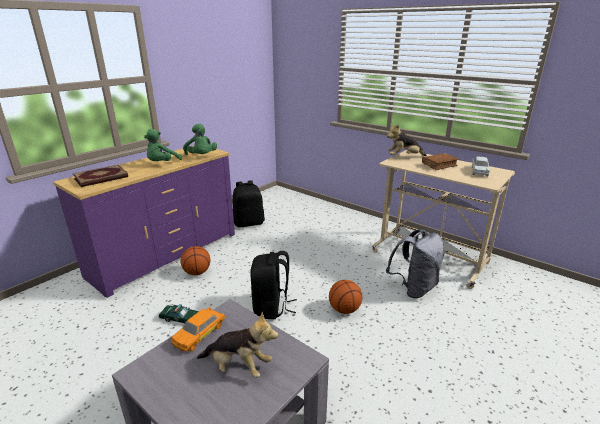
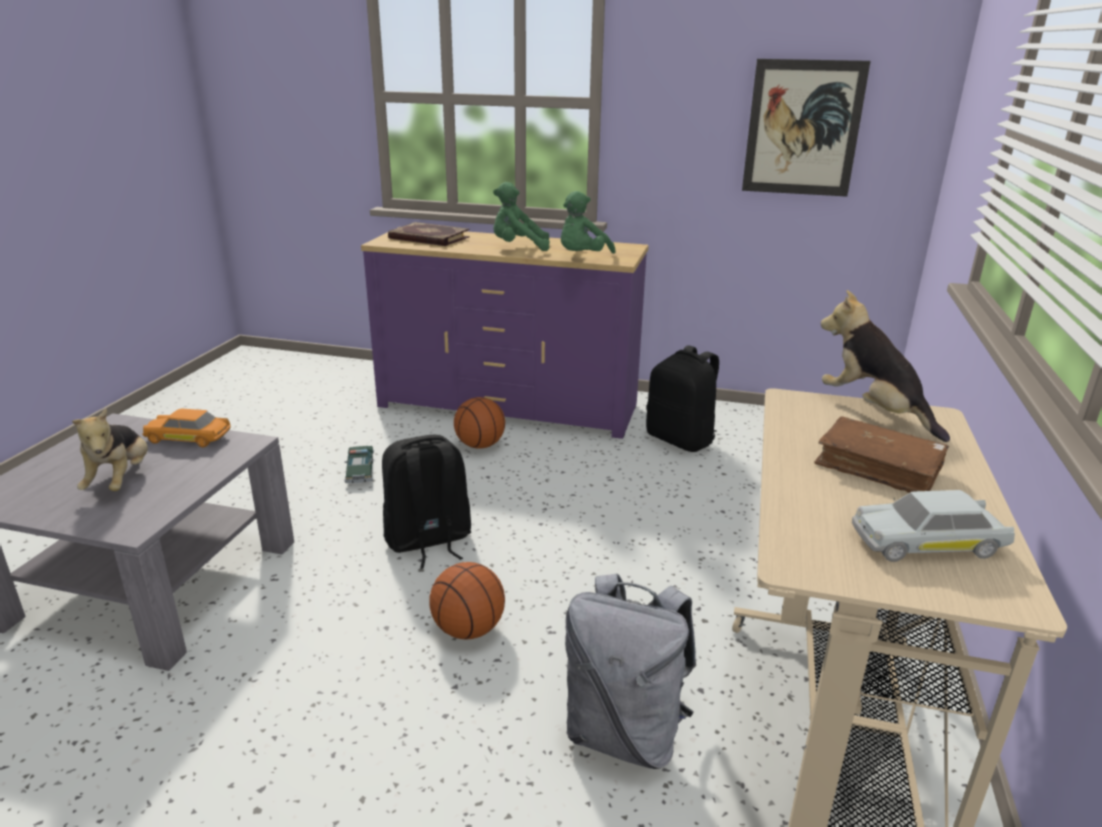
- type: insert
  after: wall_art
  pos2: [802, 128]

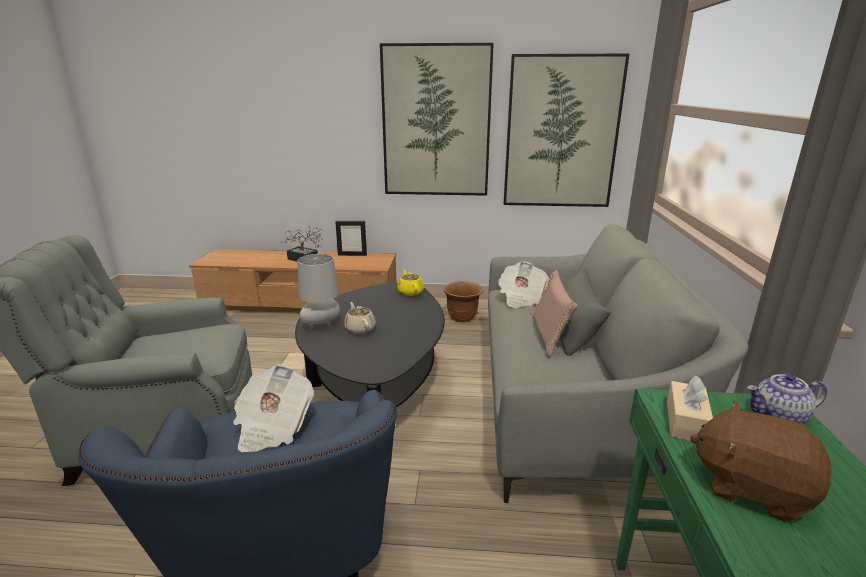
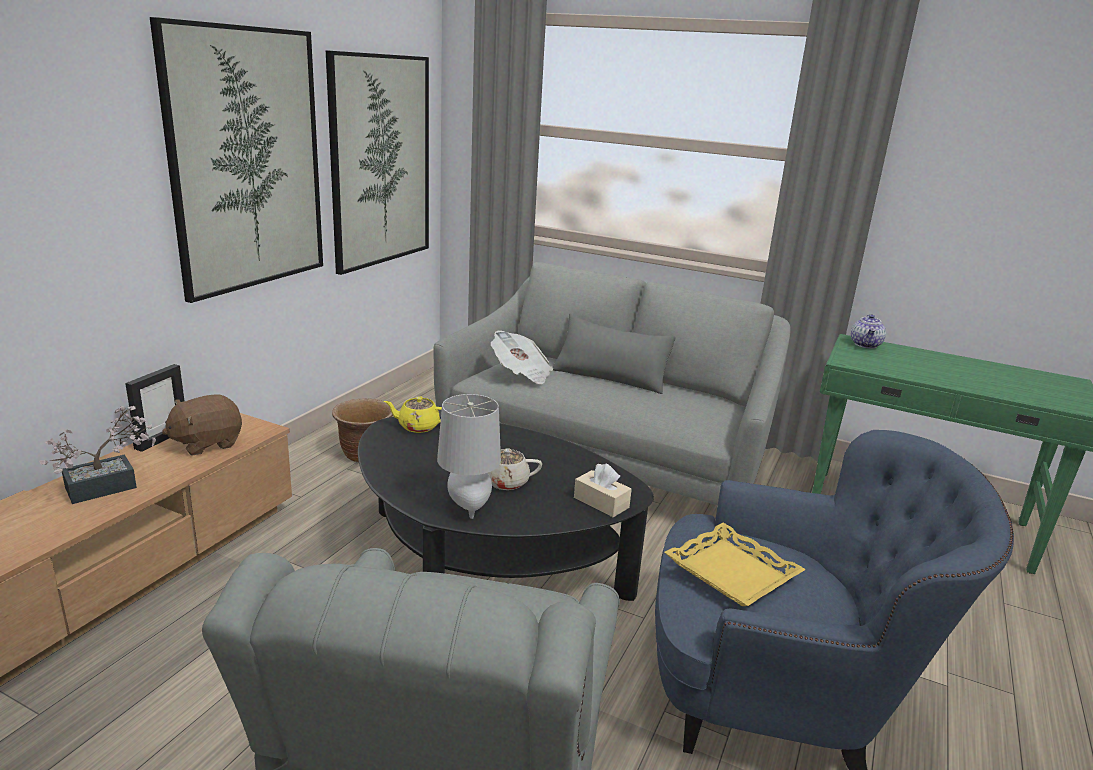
- type: delete
  before: beige-coloured_pillow
  pos1: [550, 336]
- type: move
  before: beige-coloured_tissue_holder
  pos1: [686, 422]
  pos2: [601, 502]
- type: move
  before: brown_plush_toy
  pos1: [751, 487]
  pos2: [207, 443]
- type: replace
  before: newspaper
  after: yellow-coloured_tray
  pos1: [273, 426]
  pos2: [733, 571]

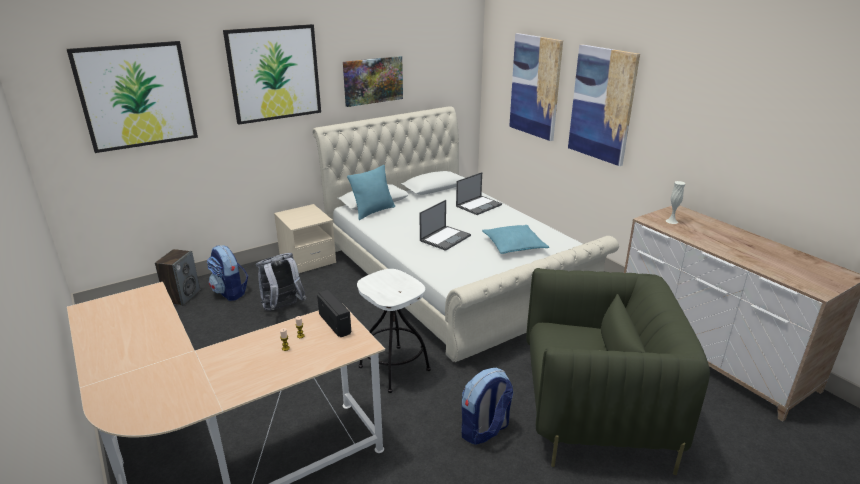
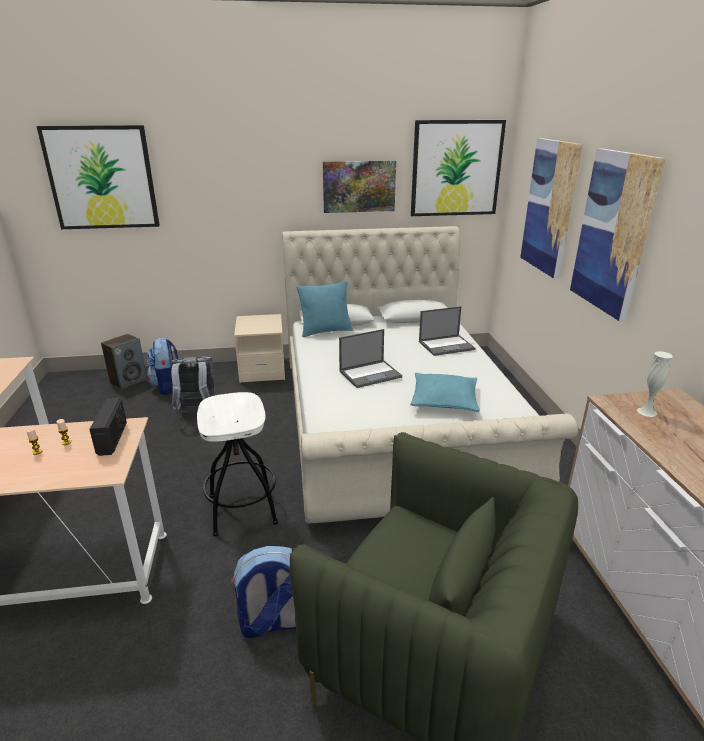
- type: move
  before: wall_art
  pos1: [274, 73]
  pos2: [456, 168]

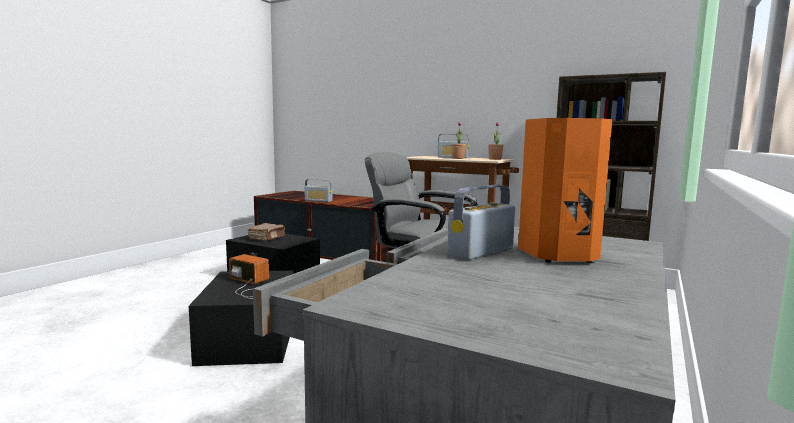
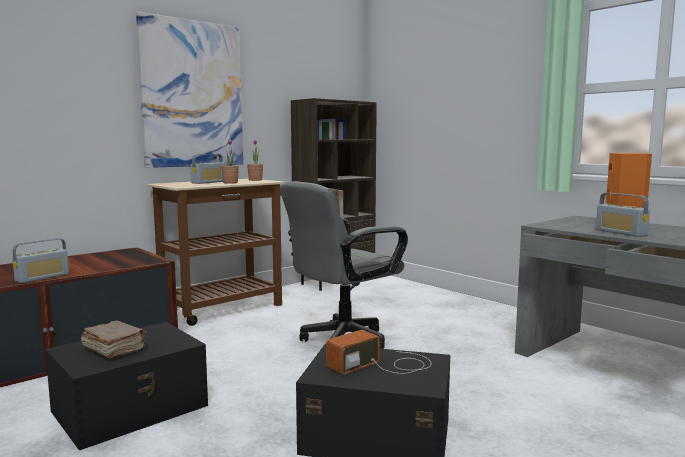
- type: insert
  after: wall_art
  pos2: [192, 94]

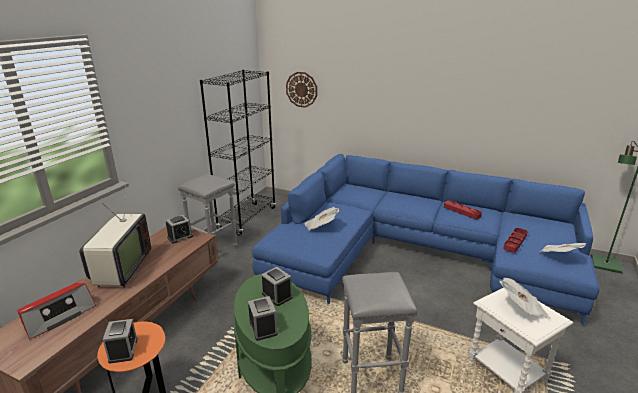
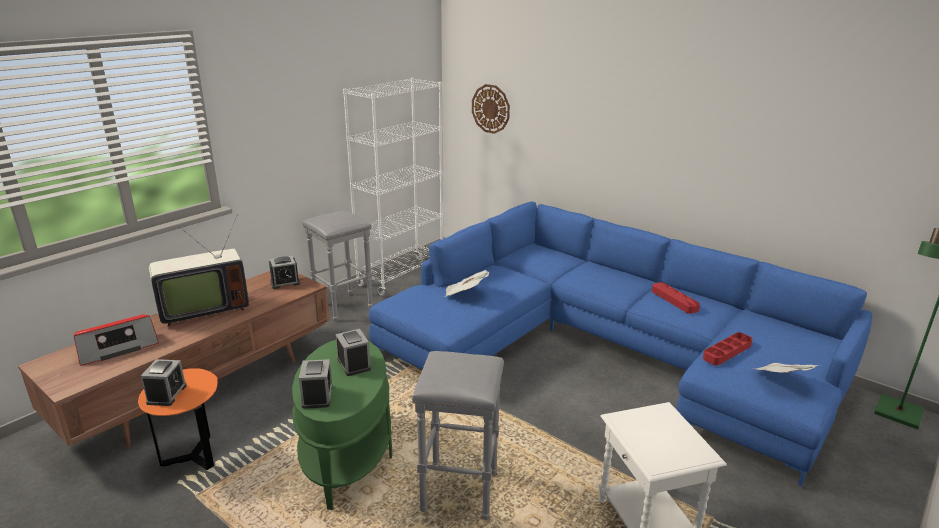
- type: delete
  before: newspaper
  pos1: [522, 309]
- type: recolor
  before: blackish_bookshelf
  after: whitish_bookshelf
  pos1: [247, 219]
  pos2: [401, 276]
- type: rotate
  before: TV
  pos1: [120, 270]
  pos2: [202, 309]
  turn: 45

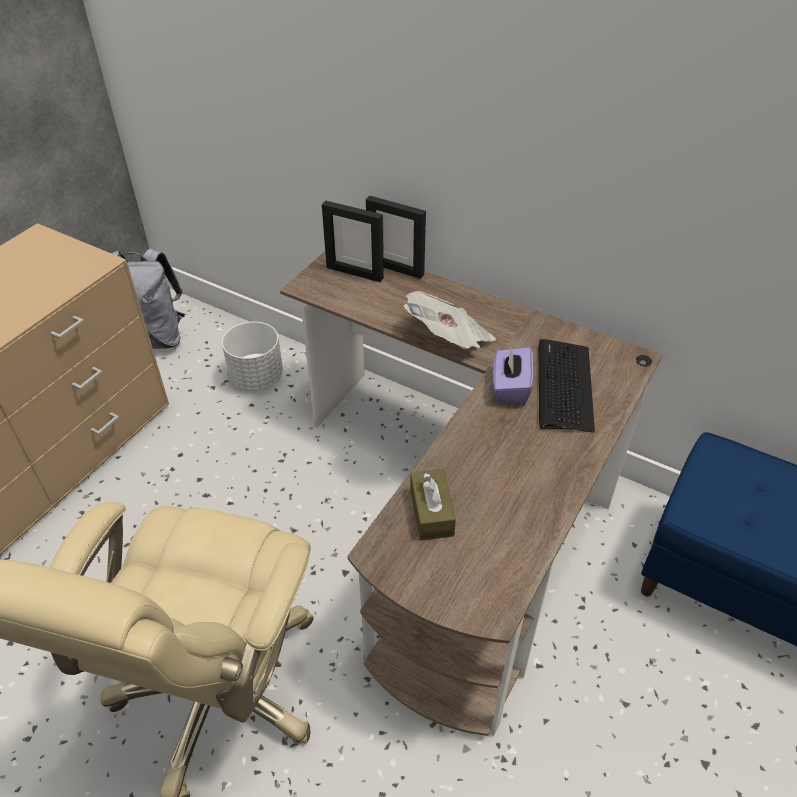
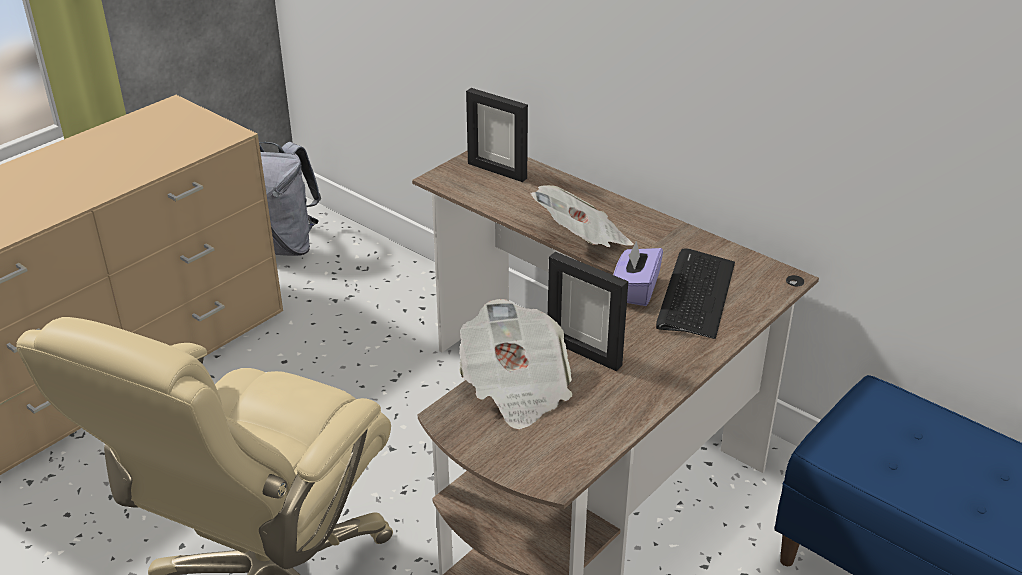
- type: delete
  before: whitish_flower_pot
  pos1: [257, 377]
- type: move
  before: picture_frame
  pos1: [396, 268]
  pos2: [585, 351]
- type: replace
  before: brown_tissue_holder
  after: newspaper
  pos1: [431, 512]
  pos2: [515, 388]

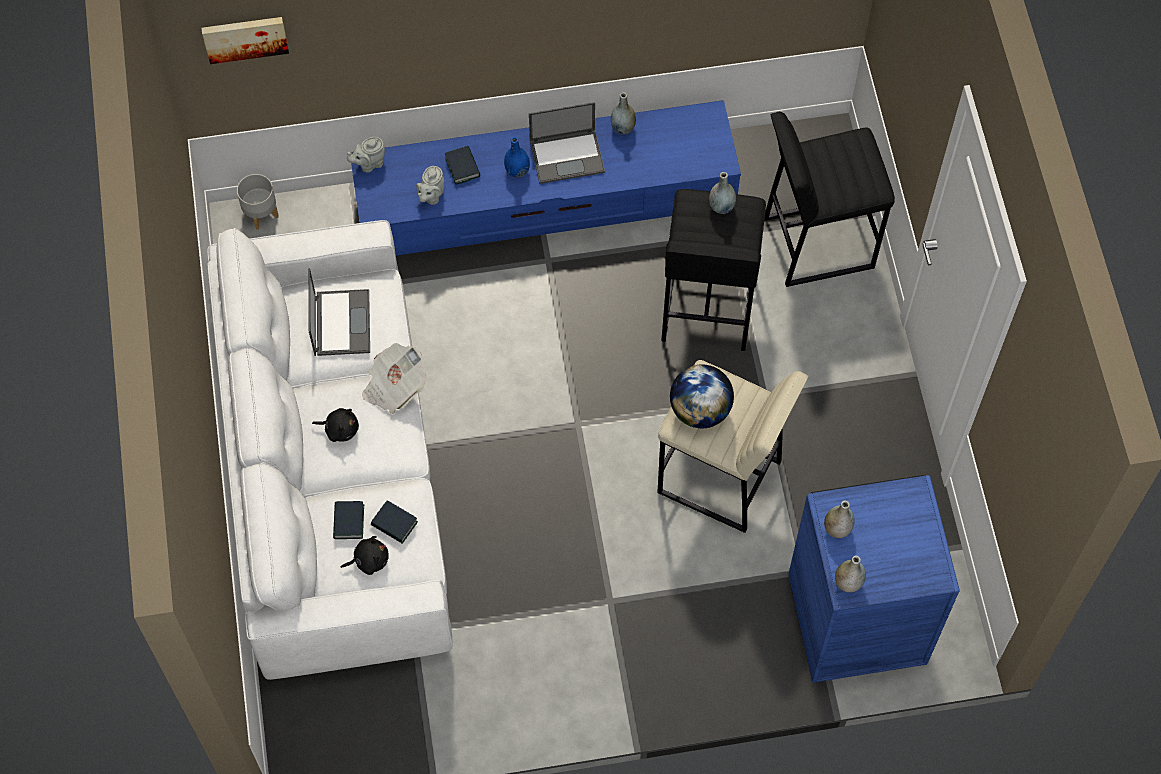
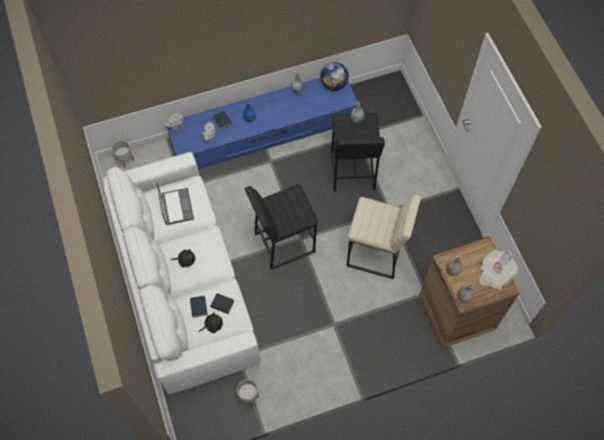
- type: delete
  before: wall_art
  pos1: [245, 37]
- type: delete
  before: notebook_computer
  pos1: [568, 155]
- type: insert
  after: gray_flower_pot
  pos2: [248, 396]
- type: move
  before: newspaper
  pos1: [394, 386]
  pos2: [494, 273]
- type: move
  before: world_globe
  pos1: [700, 410]
  pos2: [334, 84]
- type: move
  before: blackish_stool
  pos1: [815, 243]
  pos2: [283, 243]
- type: recolor
  before: blue_storage_cabinet
  after: brown_storage_cabinet
  pos1: [856, 618]
  pos2: [456, 312]

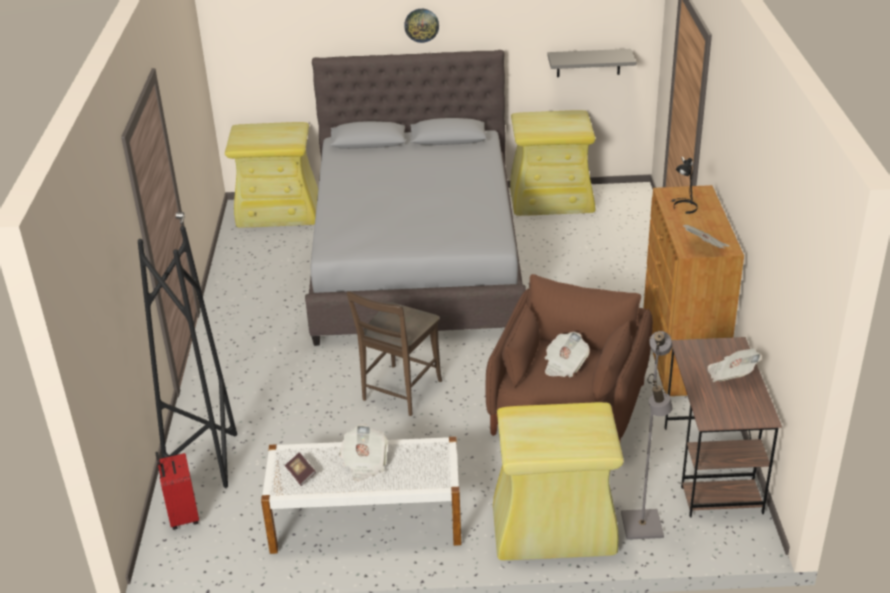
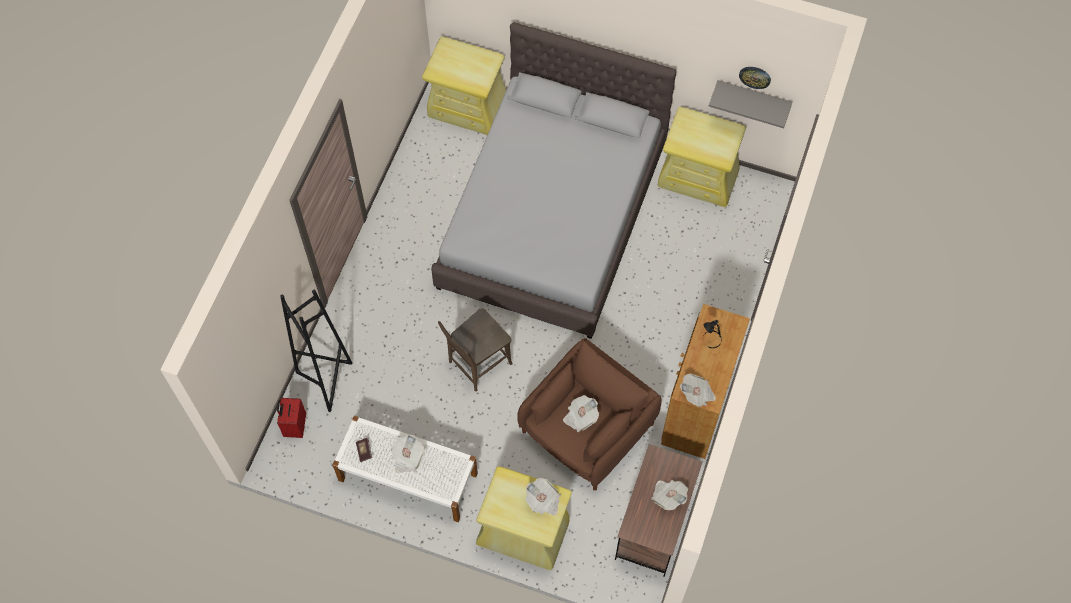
- type: delete
  before: gray_floor_lamp
  pos1: [641, 525]
- type: insert
  after: newspaper
  pos2: [543, 501]
- type: move
  before: hanging_clock
  pos1: [421, 25]
  pos2: [755, 76]

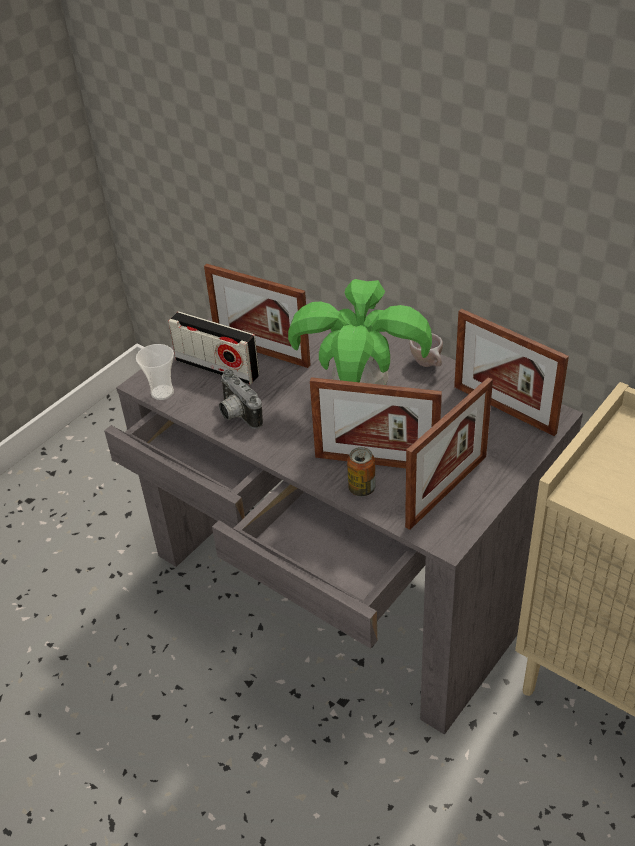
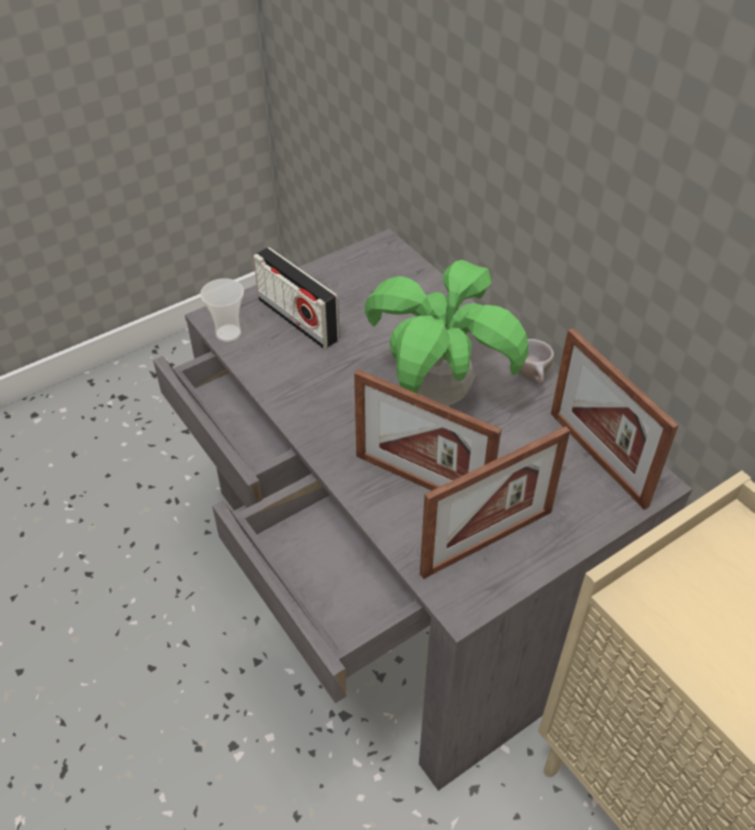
- type: delete
  before: picture_frame
  pos1: [261, 352]
- type: delete
  before: still_camera
  pos1: [236, 415]
- type: delete
  before: metal_can
  pos1: [362, 488]

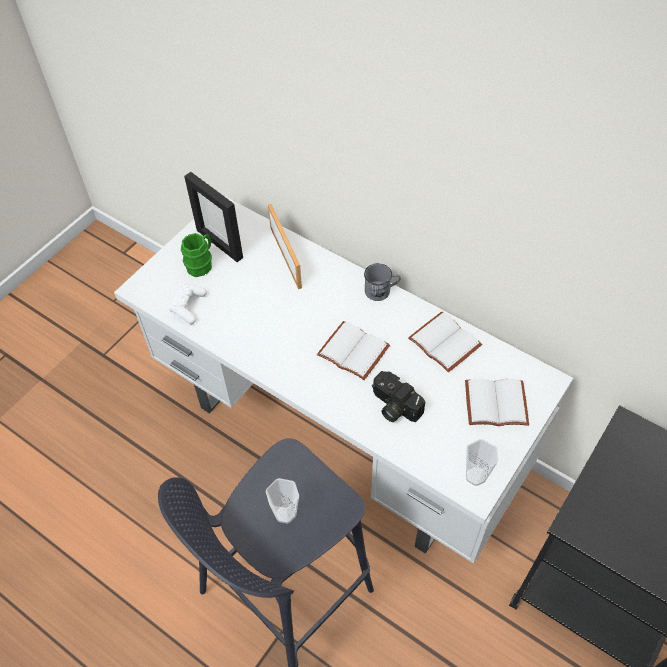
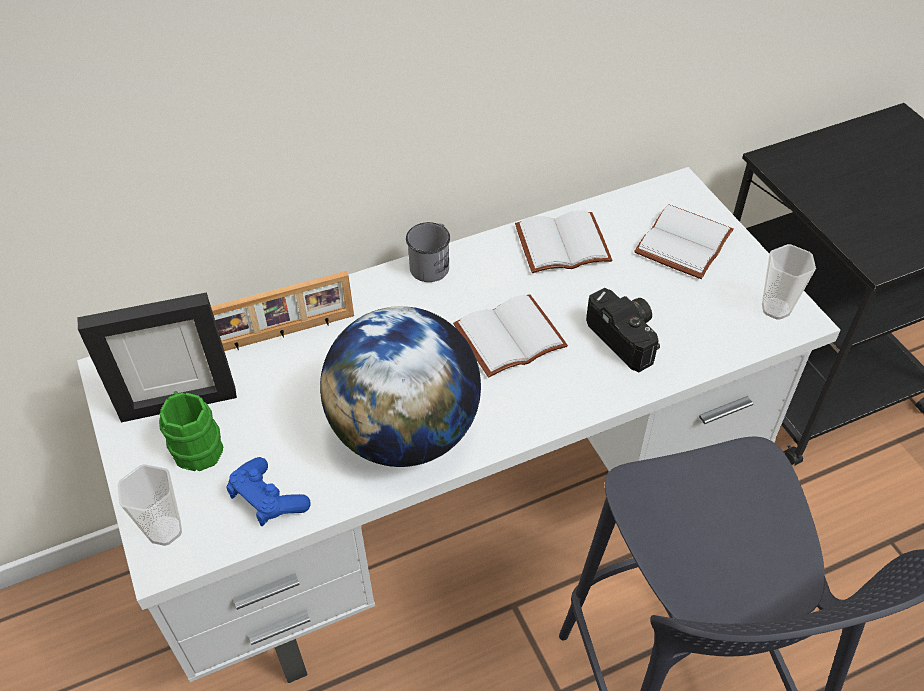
- type: insert
  after: world_globe
  pos2: [405, 432]
- type: move
  before: small_cup
  pos1: [285, 513]
  pos2: [165, 530]
- type: recolor
  before: whitish_gamepad
  after: blue_gamepad
  pos1: [188, 307]
  pos2: [267, 500]
- type: rotate
  before: picture_frame
  pos1: [287, 257]
  pos2: [282, 334]
  turn: 150
- type: rotate
  before: still_camera
  pos1: [393, 406]
  pos2: [627, 337]
  turn: -105

